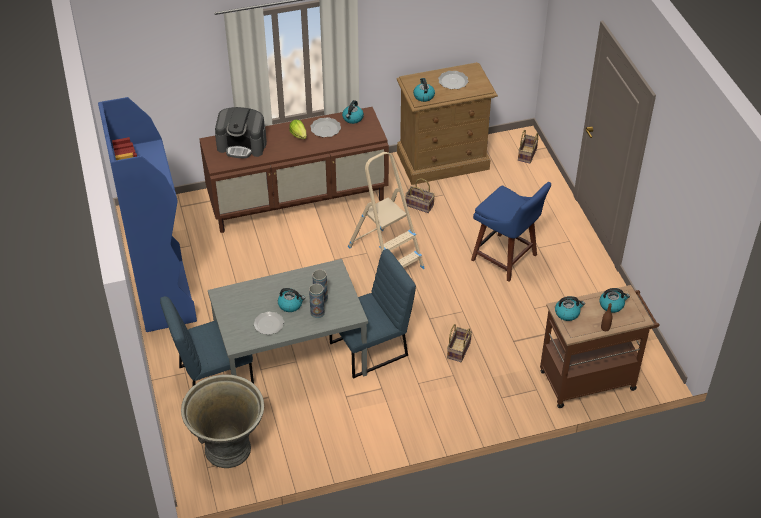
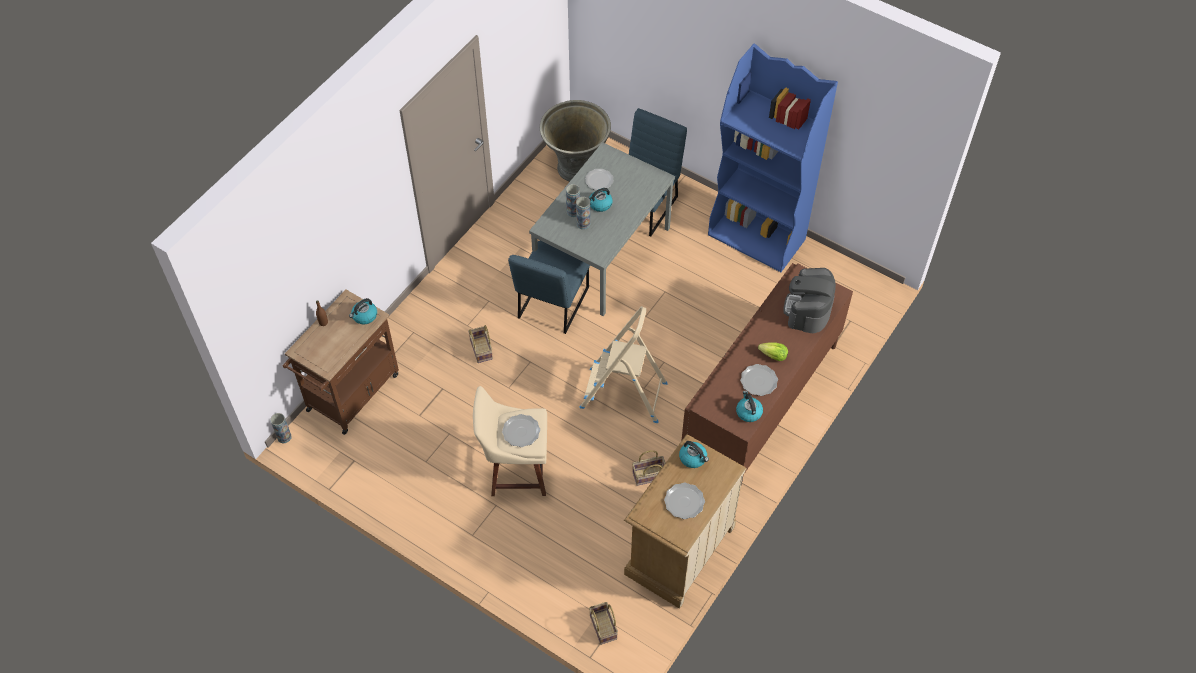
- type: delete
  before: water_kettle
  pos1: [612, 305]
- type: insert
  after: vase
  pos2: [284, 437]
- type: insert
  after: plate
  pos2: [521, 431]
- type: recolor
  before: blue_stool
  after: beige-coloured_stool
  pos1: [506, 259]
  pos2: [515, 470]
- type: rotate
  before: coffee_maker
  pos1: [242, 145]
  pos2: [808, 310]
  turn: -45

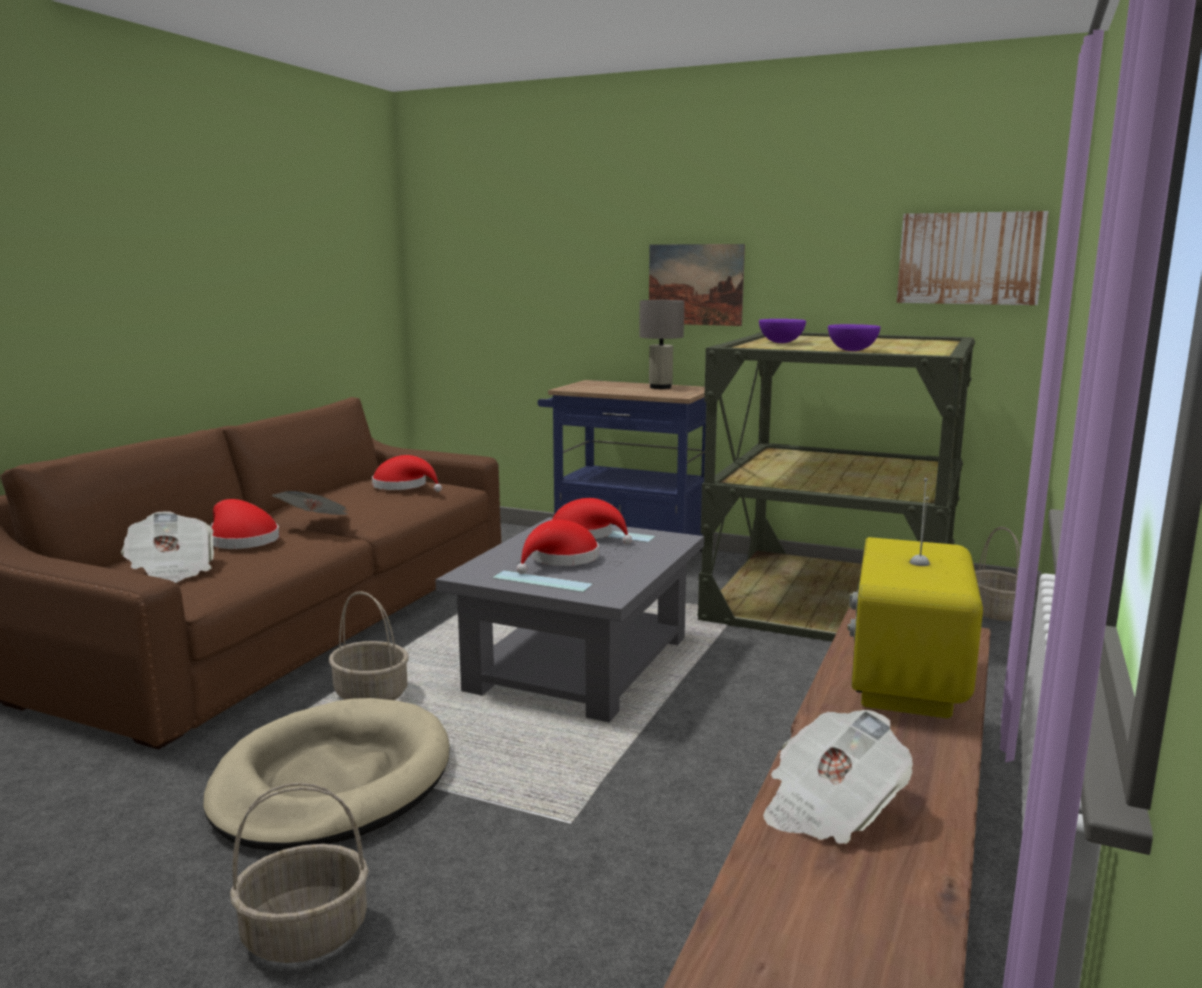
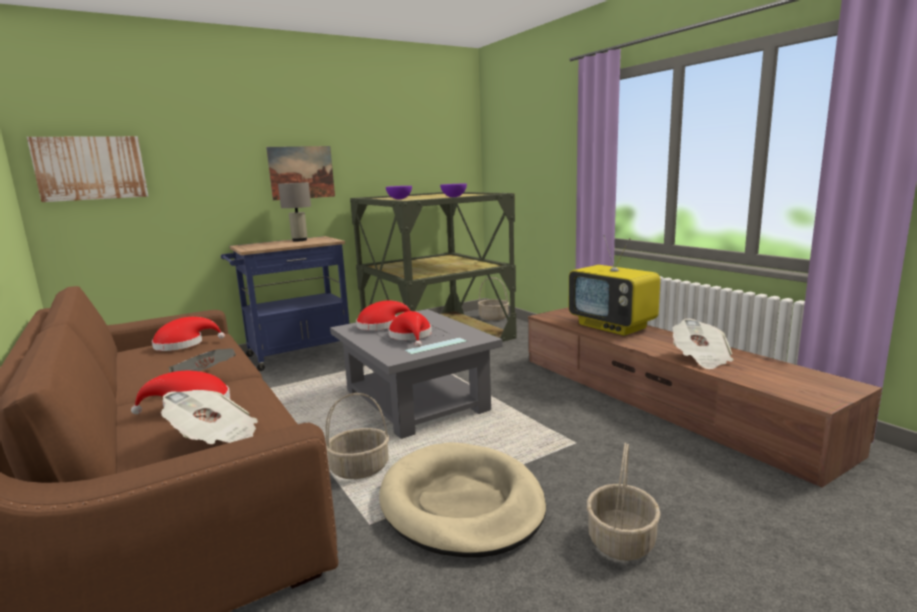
- type: move
  before: wall_art
  pos1: [969, 258]
  pos2: [91, 168]

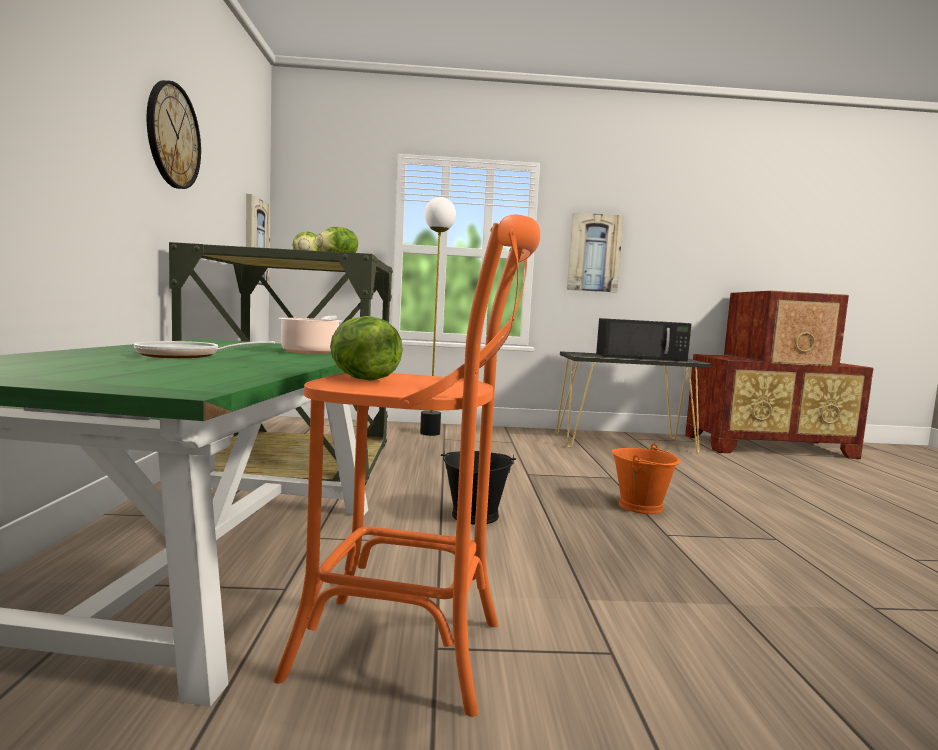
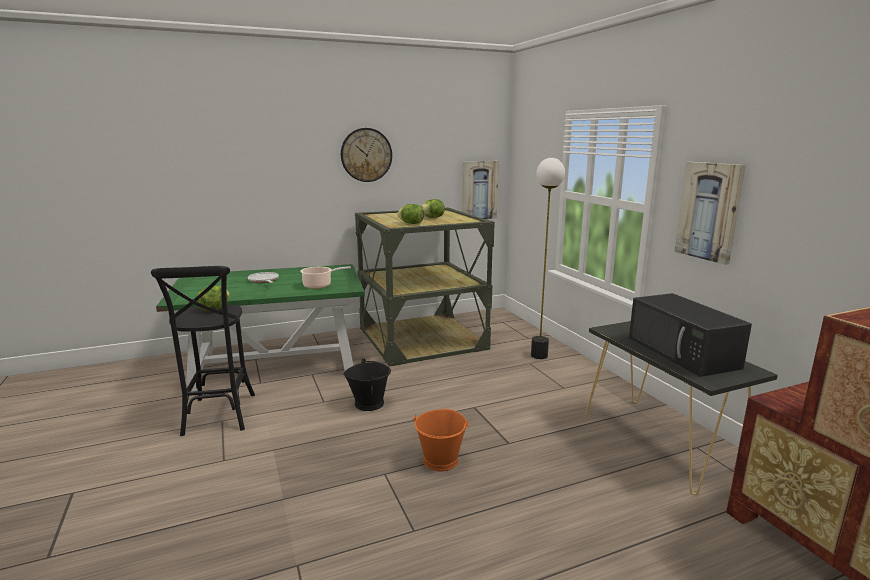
- type: recolor
  before: orange_stool
  after: blackish_stool
  pos1: [408, 652]
  pos2: [218, 416]

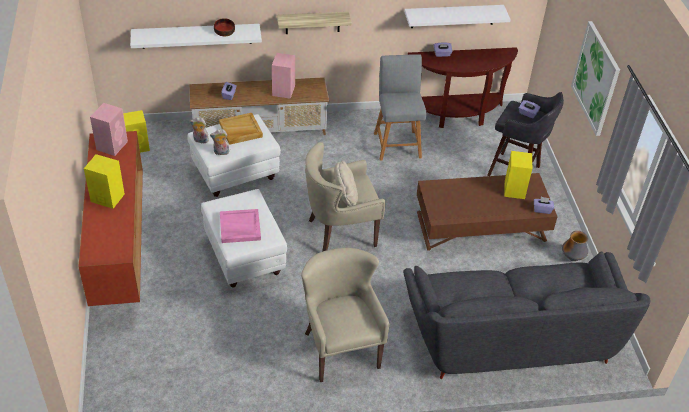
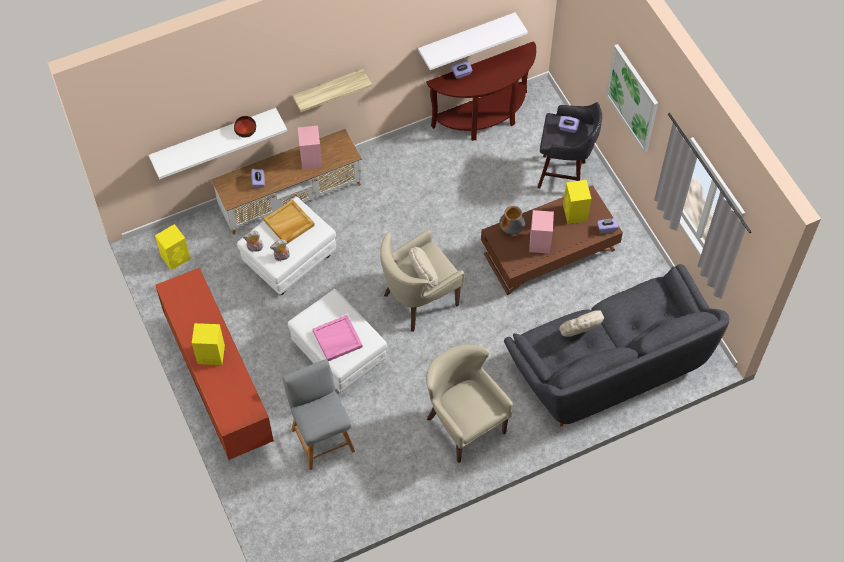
- type: insert
  after: beige-coloured_pillow
  pos2: [580, 333]
- type: move
  before: pinkish_loudspeaker
  pos1: [112, 145]
  pos2: [540, 242]
- type: move
  before: gray_stool
  pos1: [397, 143]
  pos2: [321, 437]
- type: move
  before: vase
  pos1: [572, 258]
  pos2: [511, 229]

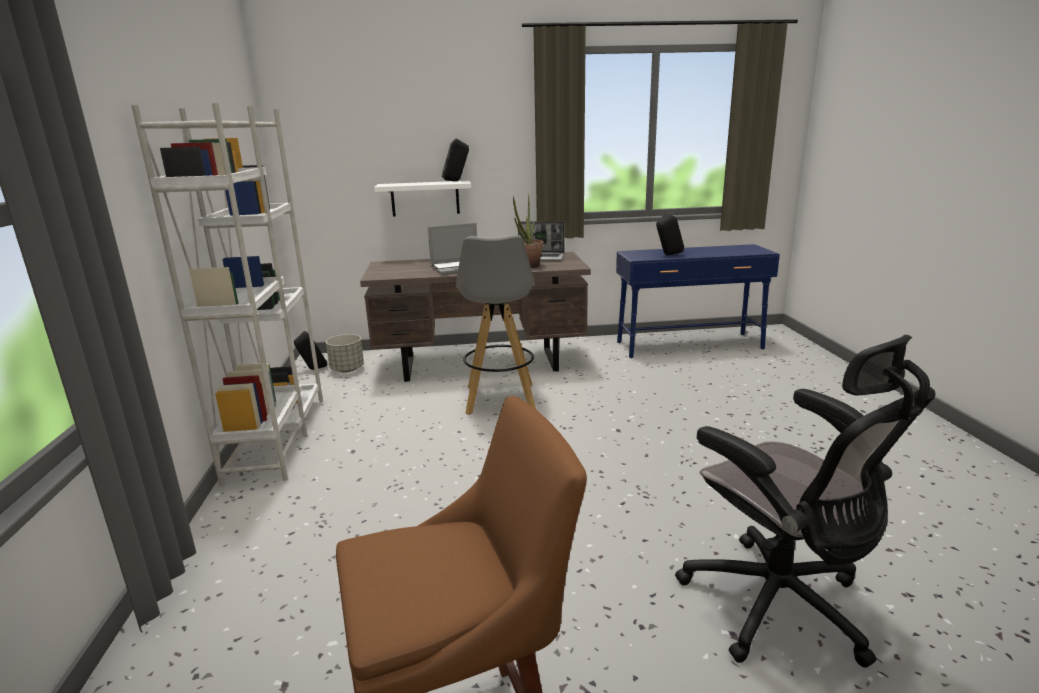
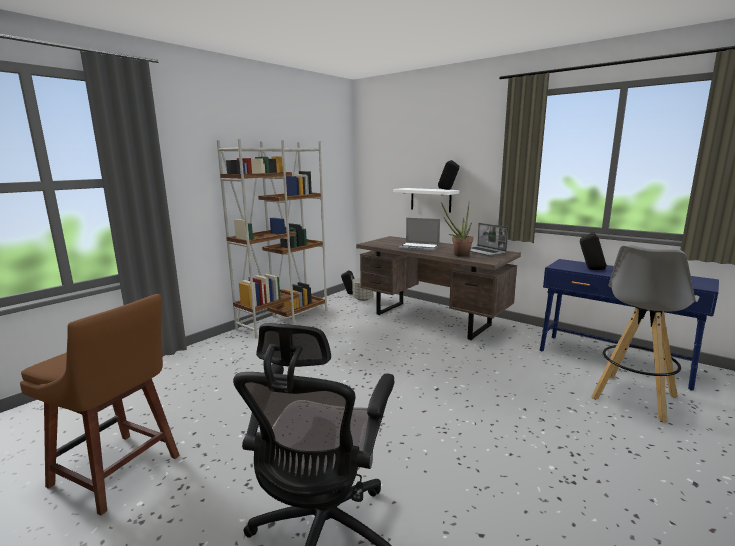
- type: move
  before: gray_stool
  pos1: [499, 399]
  pos2: [632, 397]
- type: recolor
  before: whitish_bookshelf
  after: brown_bookshelf
  pos1: [278, 437]
  pos2: [284, 319]

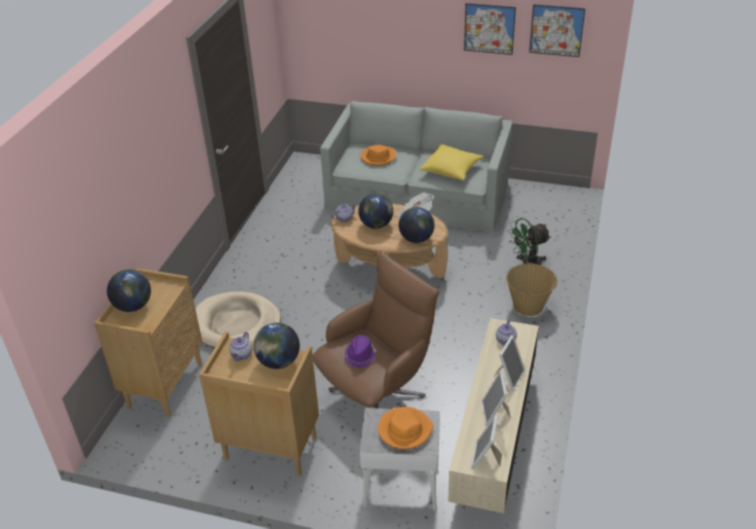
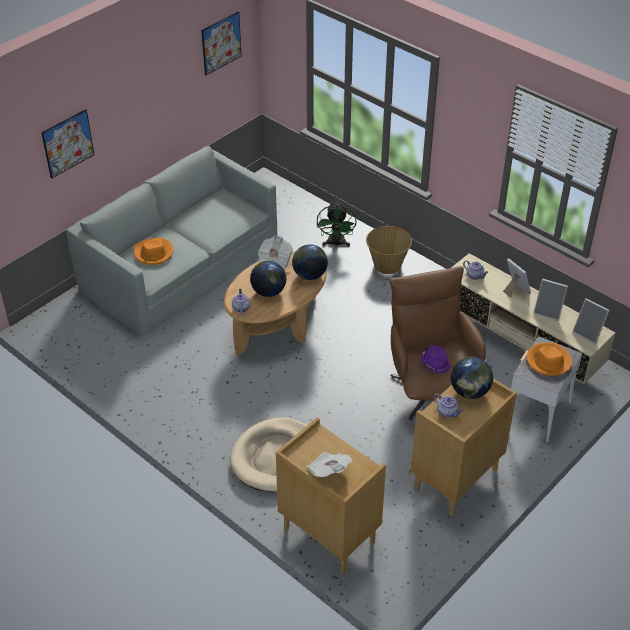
- type: delete
  before: yellow-coloured_pillow
  pos1: [451, 170]
- type: move
  before: wall_art
  pos1: [489, 29]
  pos2: [68, 143]
- type: replace
  before: world_globe
  after: newspaper
  pos1: [133, 306]
  pos2: [328, 471]

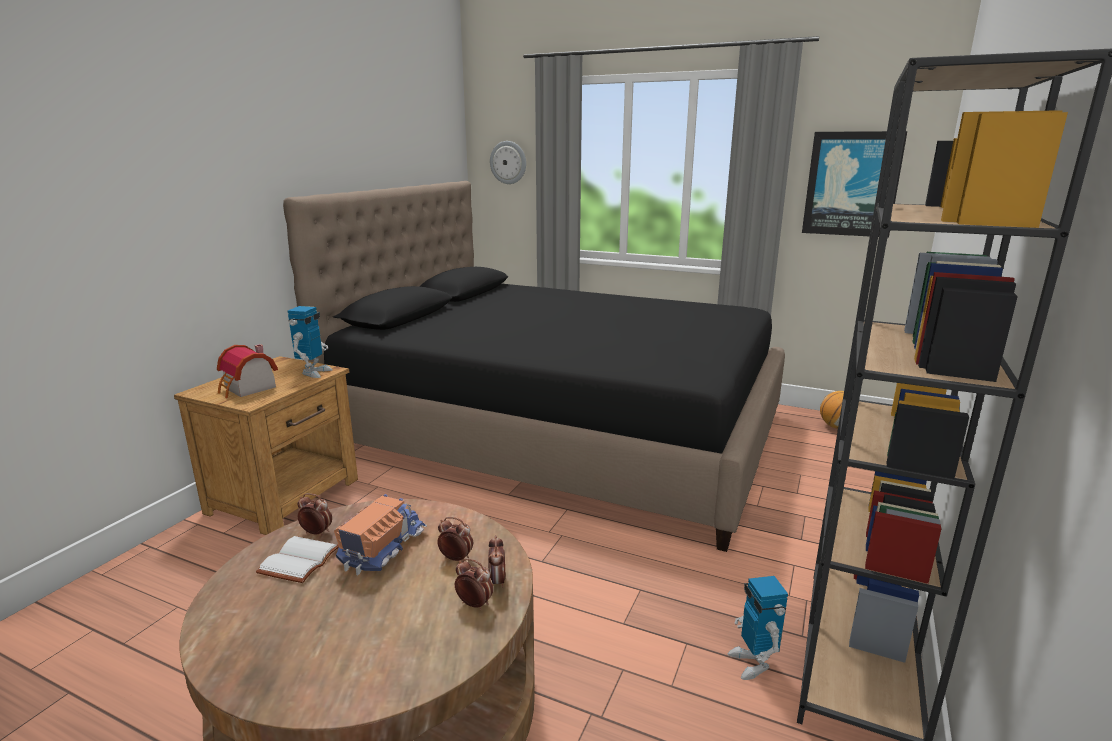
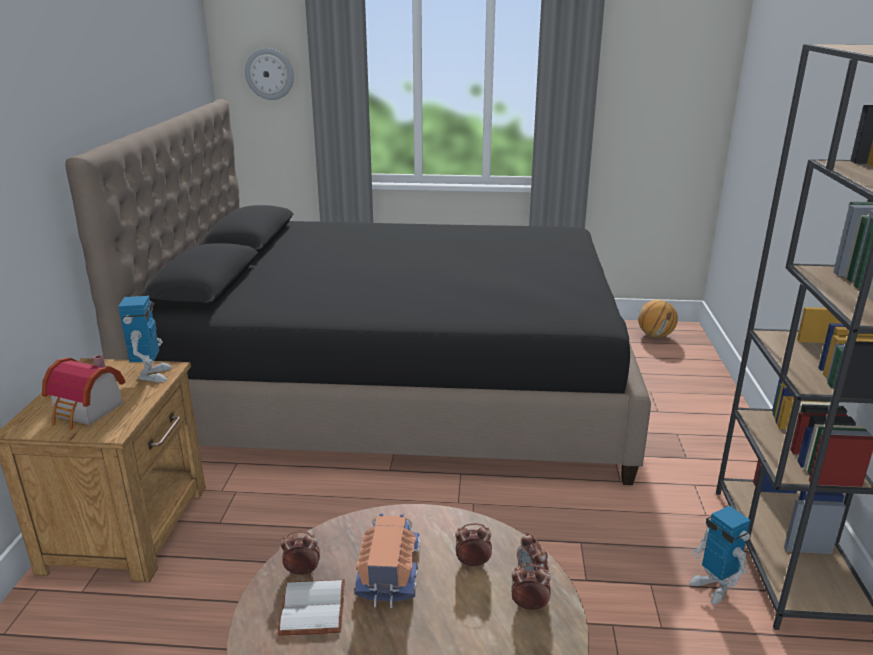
- type: delete
  before: wall_art
  pos1: [851, 184]

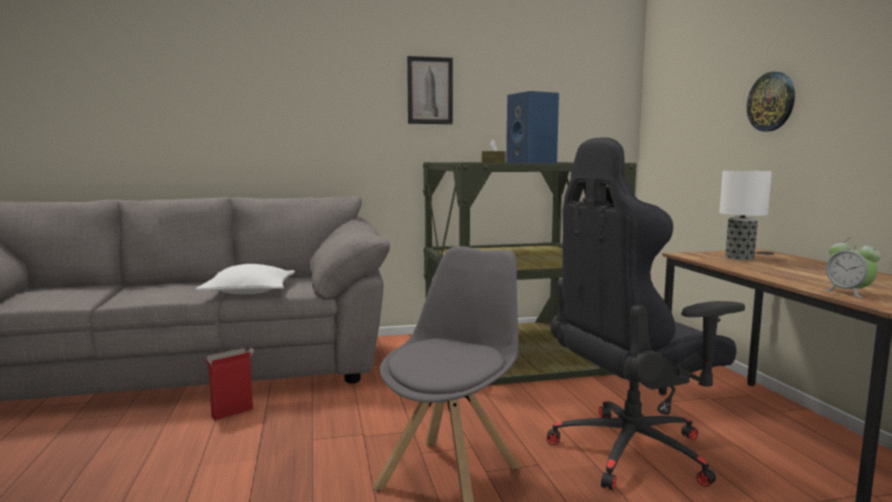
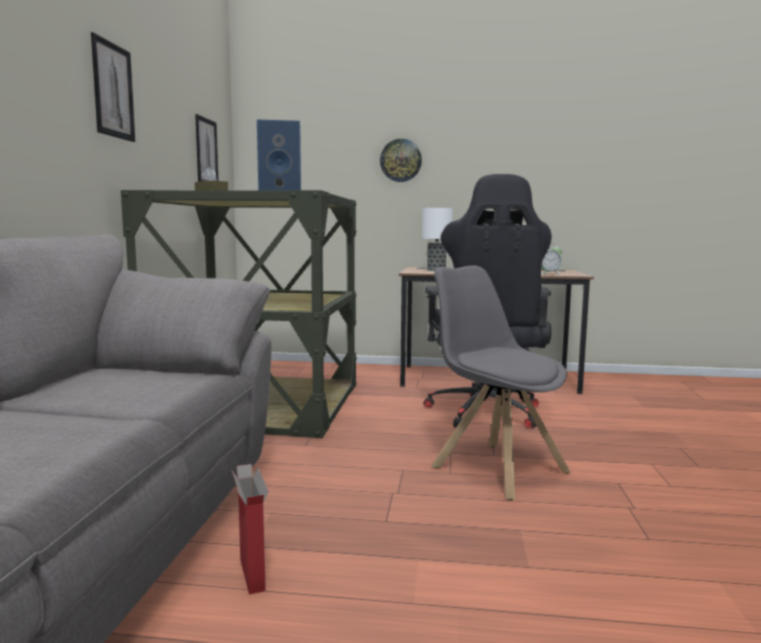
- type: delete
  before: whitish_pillow
  pos1: [249, 292]
- type: insert
  after: wall_art
  pos2: [206, 152]

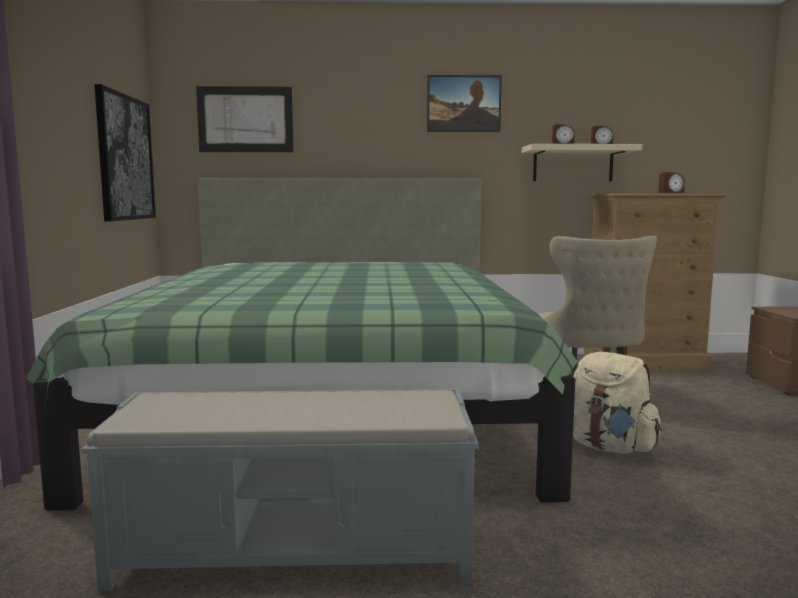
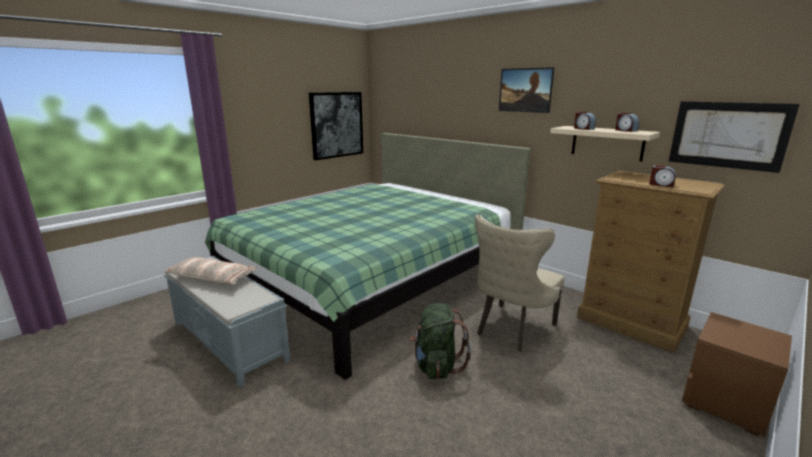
- type: insert
  after: pillow
  pos2: [213, 279]
- type: move
  before: wall_art
  pos1: [245, 119]
  pos2: [728, 135]
- type: recolor
  before: beige-coloured_knapsack
  after: greenish_knapsack
  pos1: [608, 447]
  pos2: [436, 366]

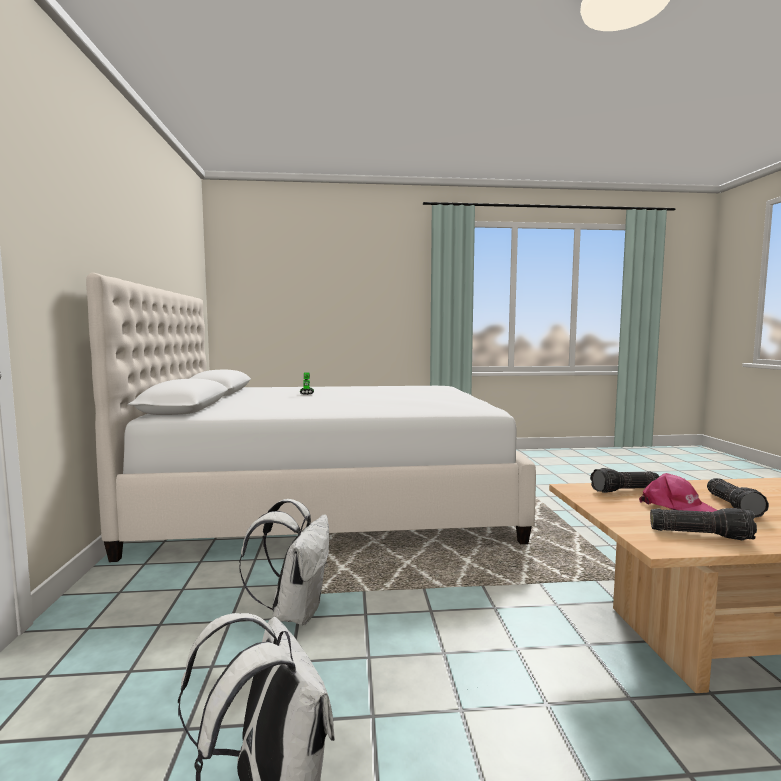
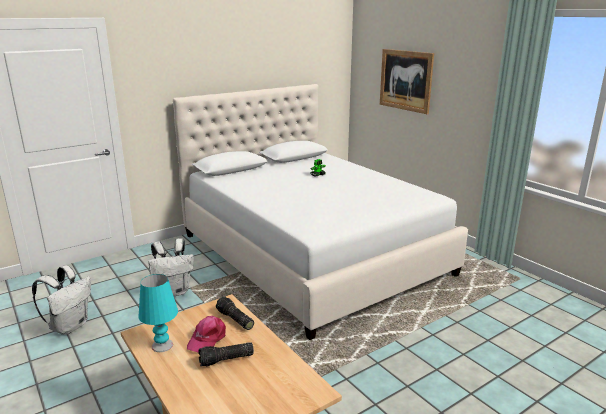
- type: insert
  after: wall_art
  pos2: [405, 80]
- type: replace
  before: hand_torch
  after: blue-green_table_lamp
  pos1: [700, 534]
  pos2: [162, 345]

